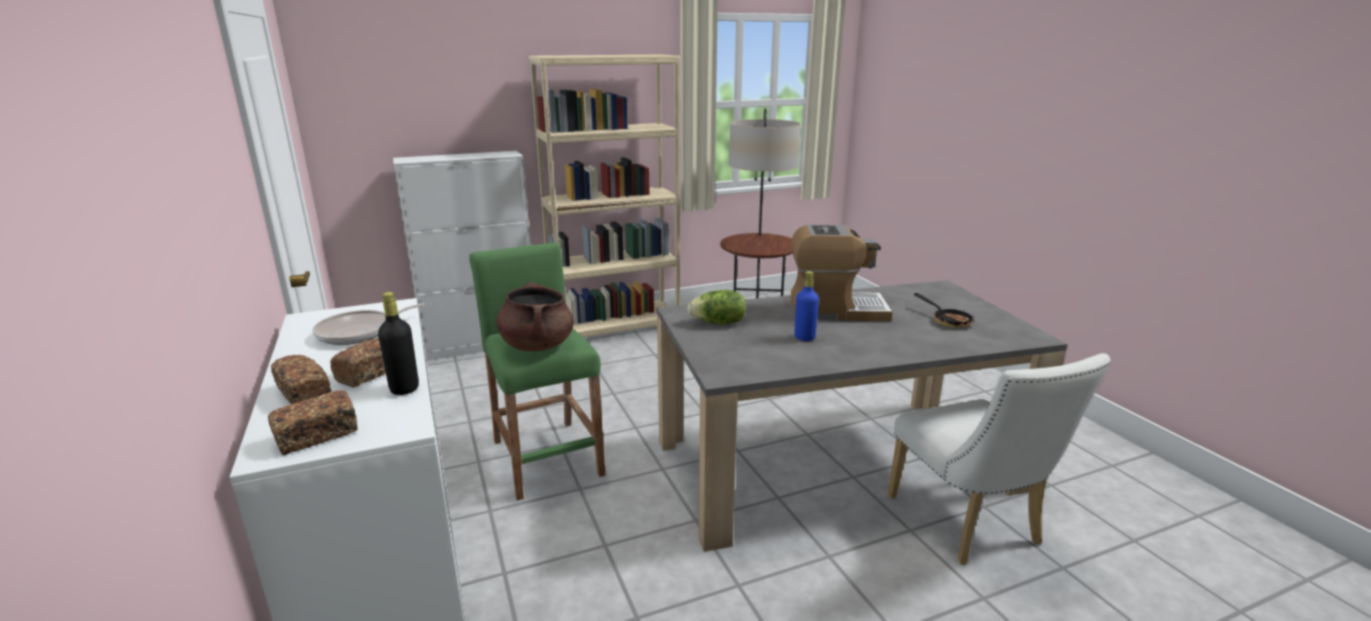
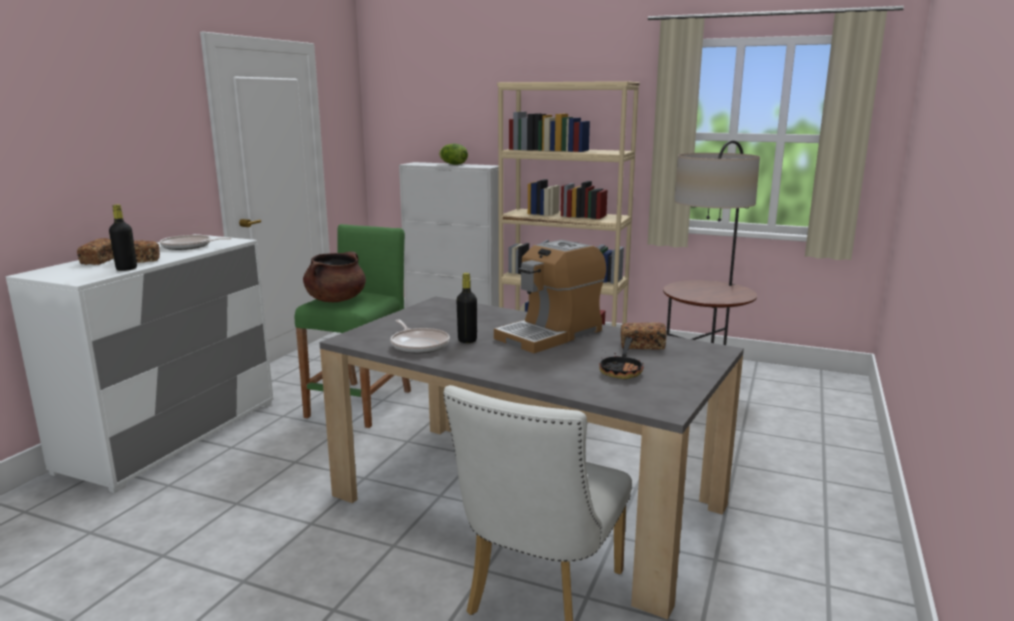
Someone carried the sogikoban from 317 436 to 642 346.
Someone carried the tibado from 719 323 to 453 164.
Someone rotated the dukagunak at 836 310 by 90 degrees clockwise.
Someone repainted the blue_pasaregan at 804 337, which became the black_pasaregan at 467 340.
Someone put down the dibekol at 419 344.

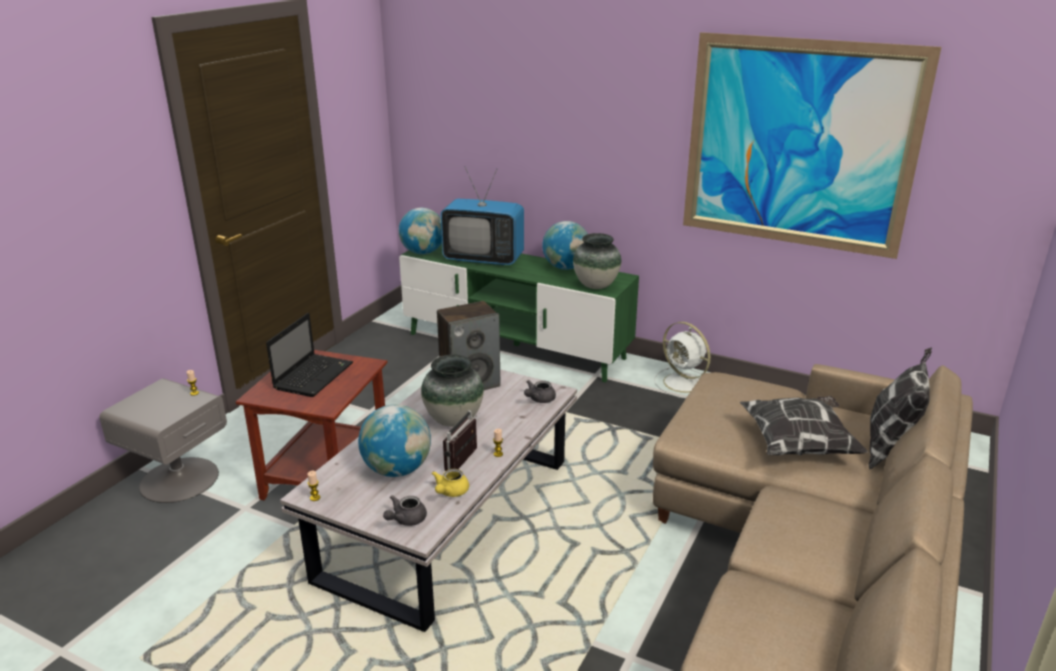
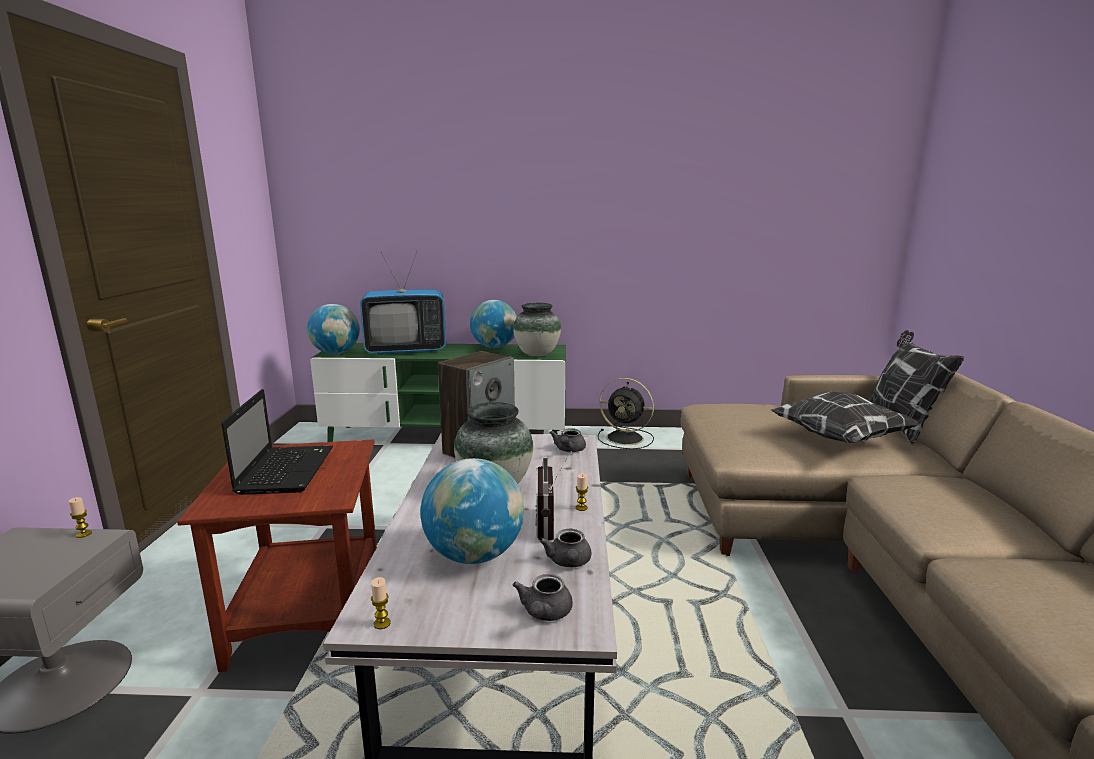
Someone repainted the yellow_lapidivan at 450 492, which became the grey_lapidivan at 569 562.
Someone repainted the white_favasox at 684 383, which became the black_favasox at 626 438.
Someone took away the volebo at 798 145.

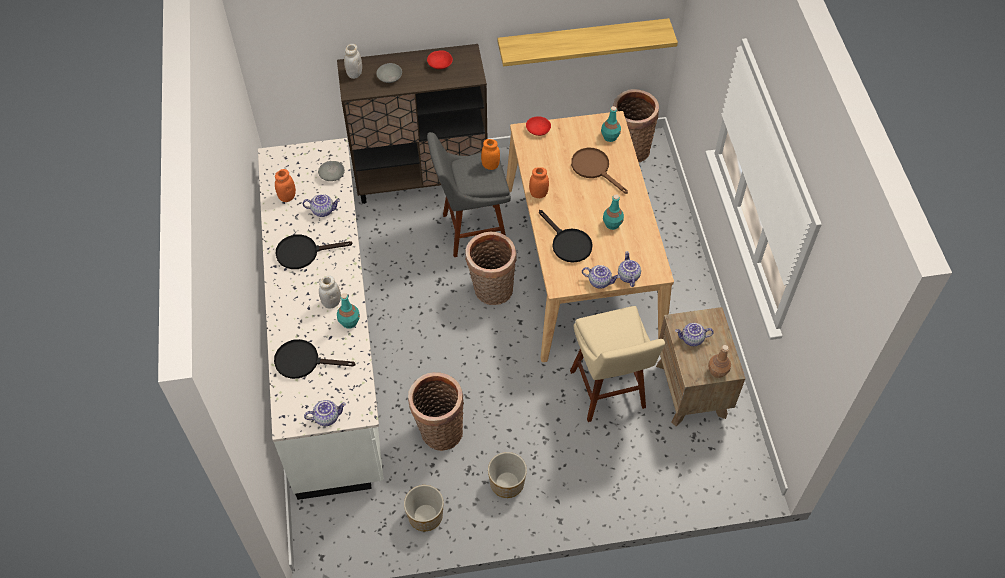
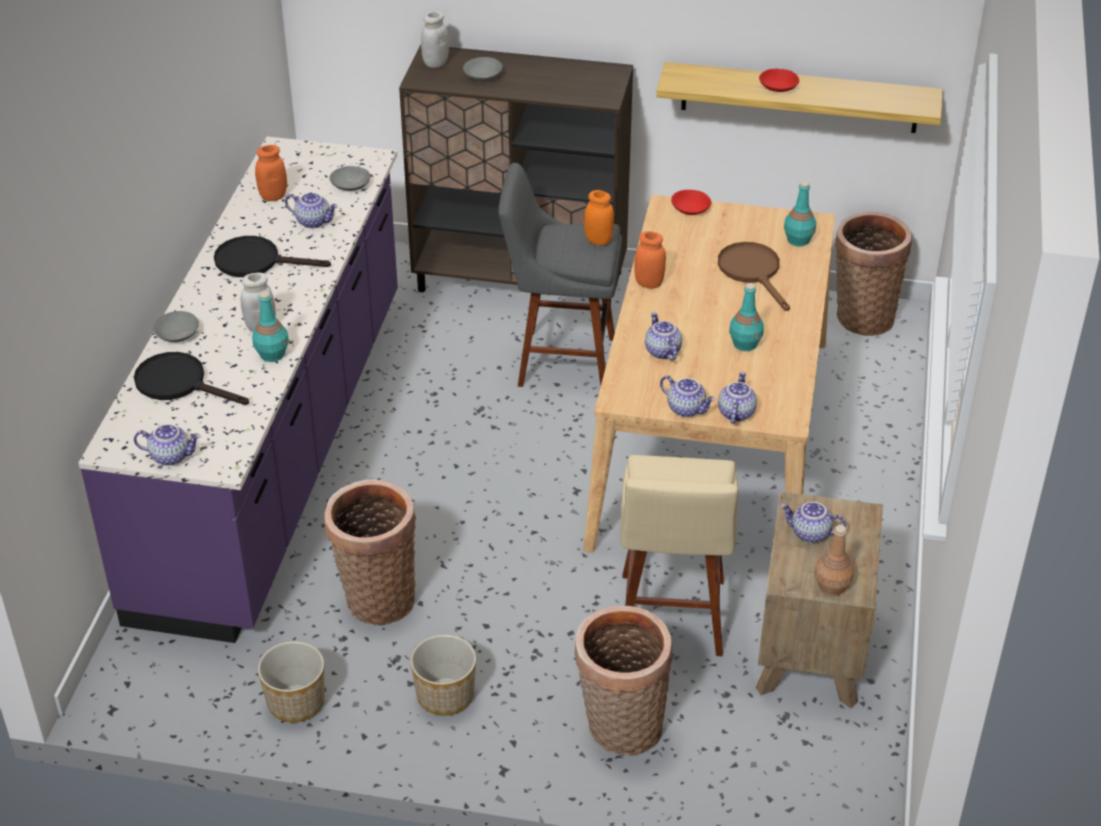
Someone repainted the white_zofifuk at 331 347, which became the purple_zofifuk at 276 450.
Someone carried the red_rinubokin from 440 63 to 778 87.
Someone carried the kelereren from 491 291 to 620 728.
Someone swapped the black_dibekol at 567 243 for the lapidivan at 661 351.
Someone put down the grey_rinubokin at 177 334.

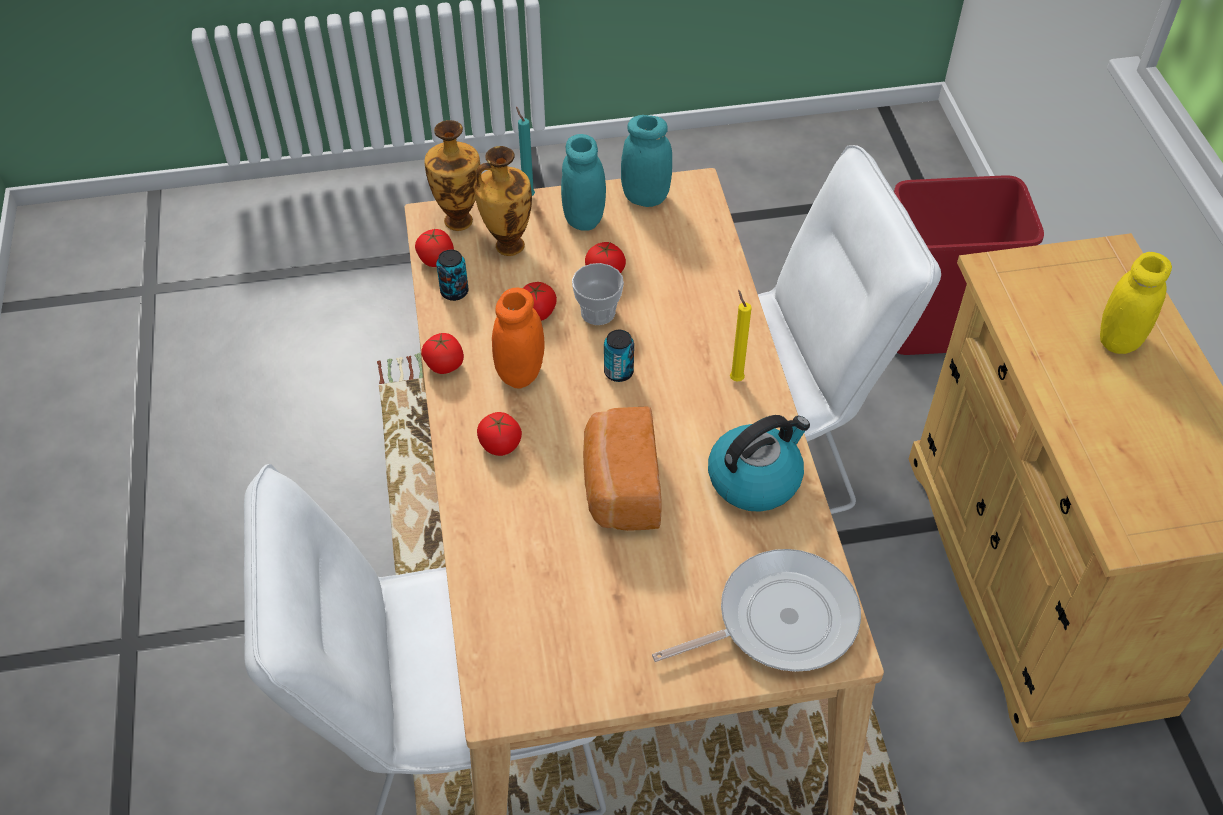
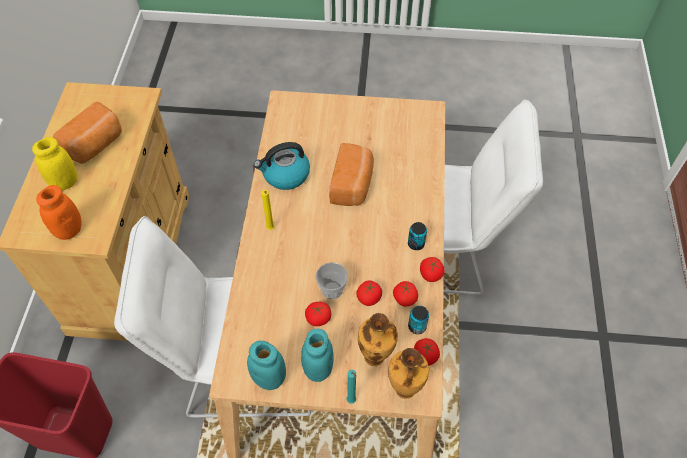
Someone carried the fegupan from 500 445 to 405 299.
Someone carried the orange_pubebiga from 520 373 to 69 230.
Someone carried the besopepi from 618 372 to 416 244.
Someone took away the dibekol at 778 620.
Someone put down the sogikoban at 95 145.

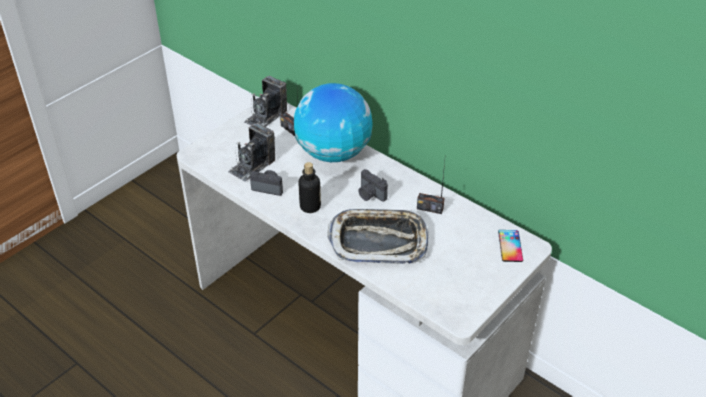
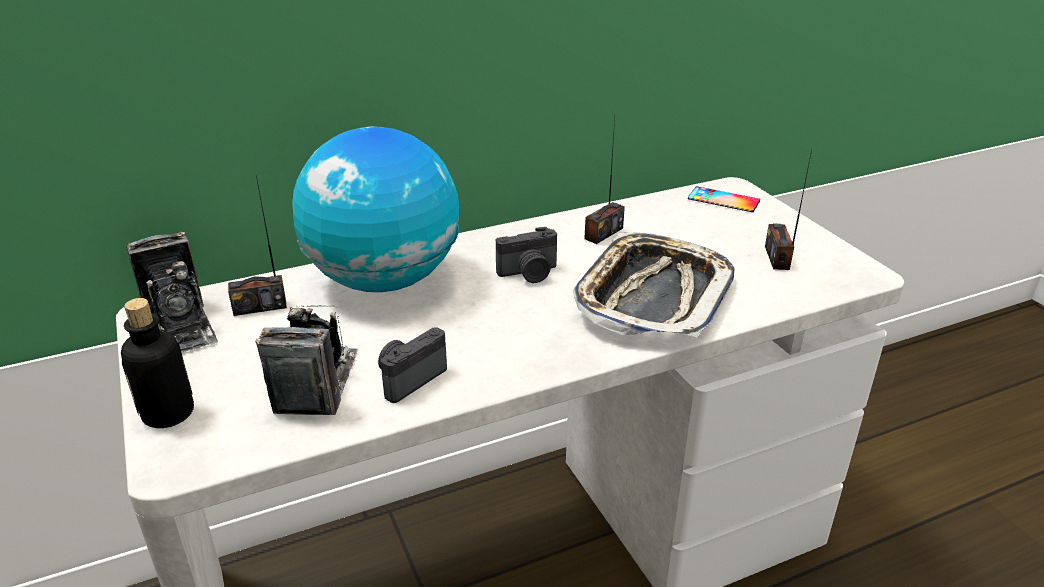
Someone rotated the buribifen at 252 166 by 150 degrees counterclockwise.
Someone carried the pasaregan from 310 206 to 168 413.
Someone put down the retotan at 777 257.

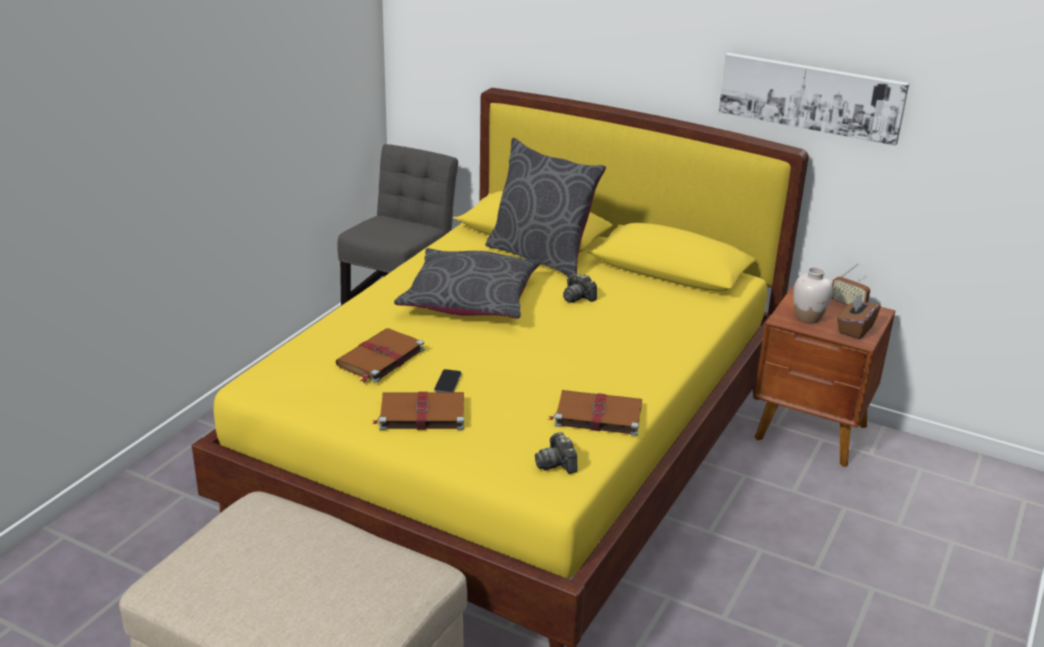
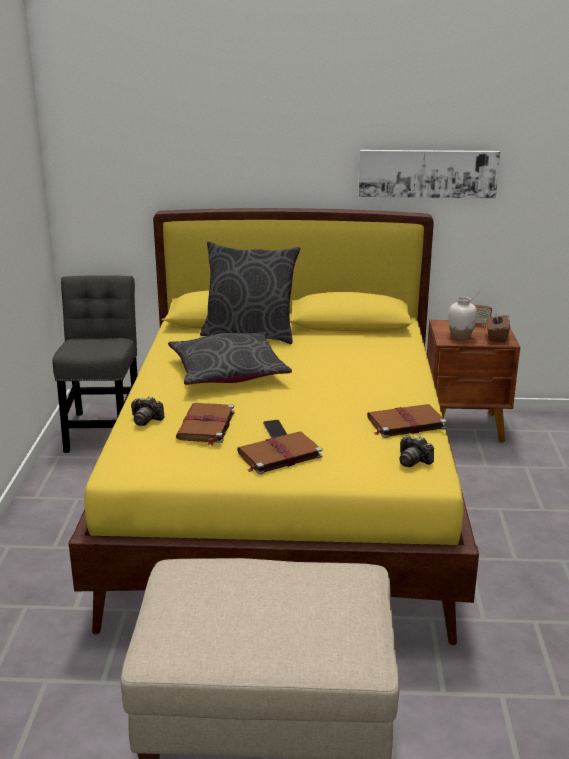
Someone carried the buribifen from 578 297 to 146 420.

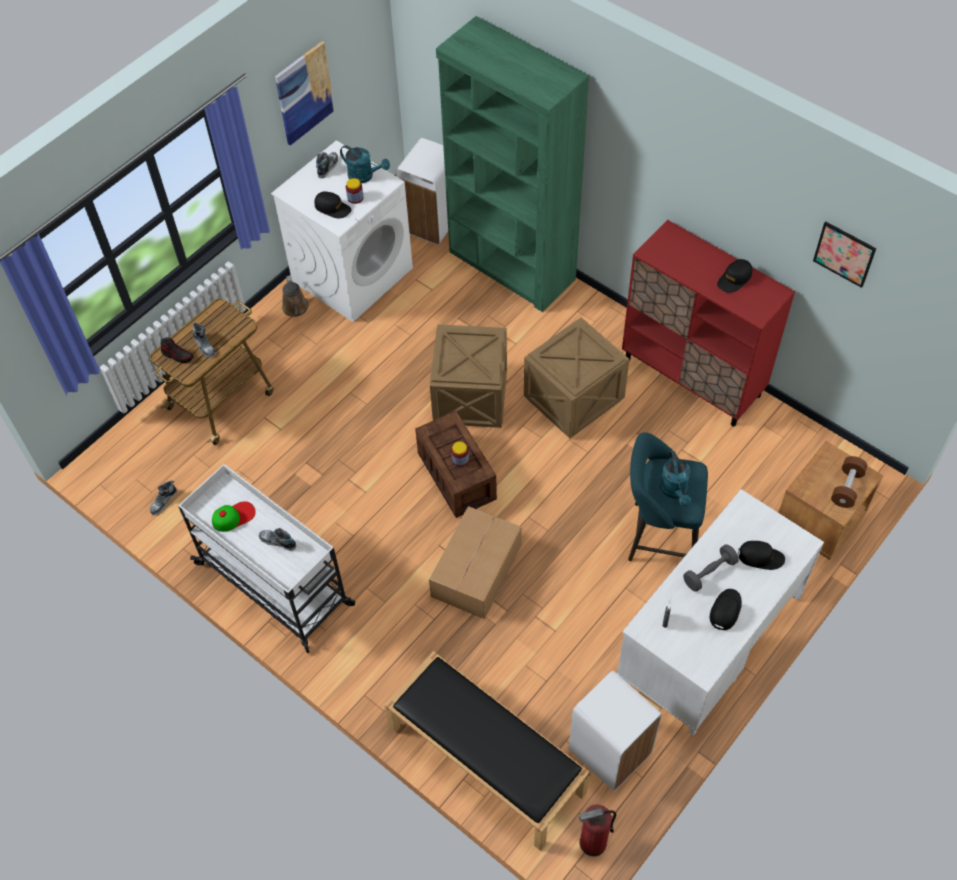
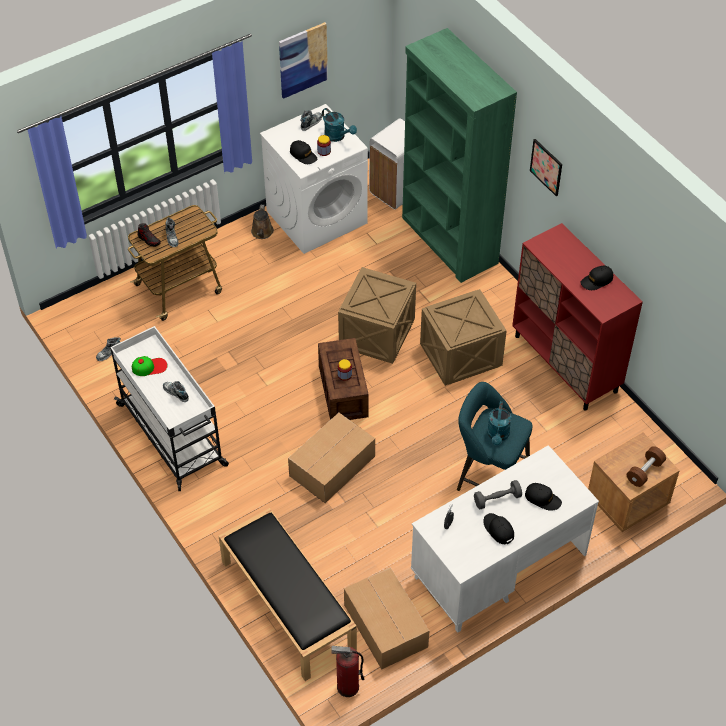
Someone swapped the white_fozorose at 609 753 for the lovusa at 385 627.
Someone rotated the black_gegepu at 725 610 by 75 degrees counterclockwise.
Someone carried the volebo from 844 254 to 546 167.

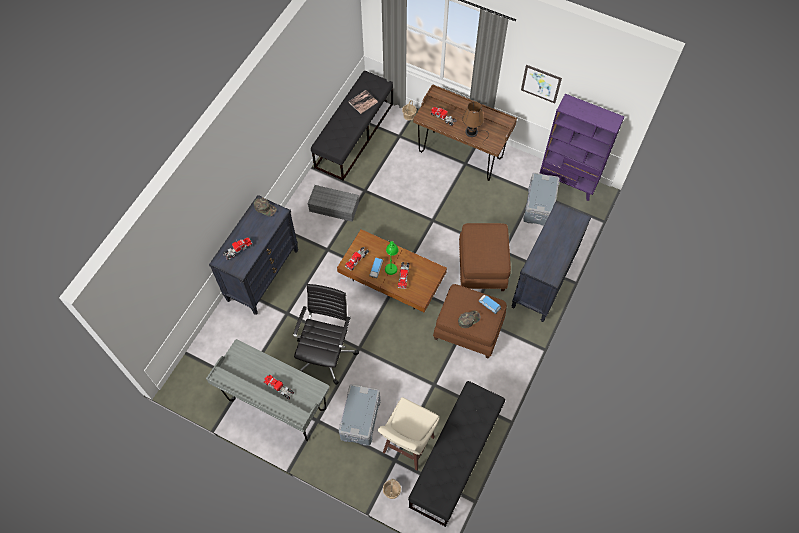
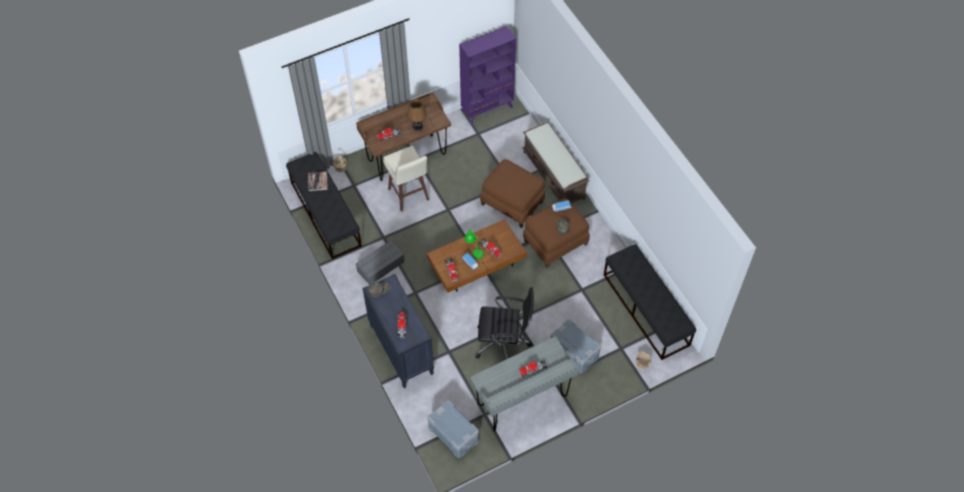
Someone rotated the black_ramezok at 326 353 by 135 degrees clockwise.
Someone carried the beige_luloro from 407 446 to 408 195.
Someone swapped the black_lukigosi at 543 282 for the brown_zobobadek at 554 175.
Someone took away the volebo at 541 83.
Someone carried the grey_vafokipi from 538 206 to 453 434.

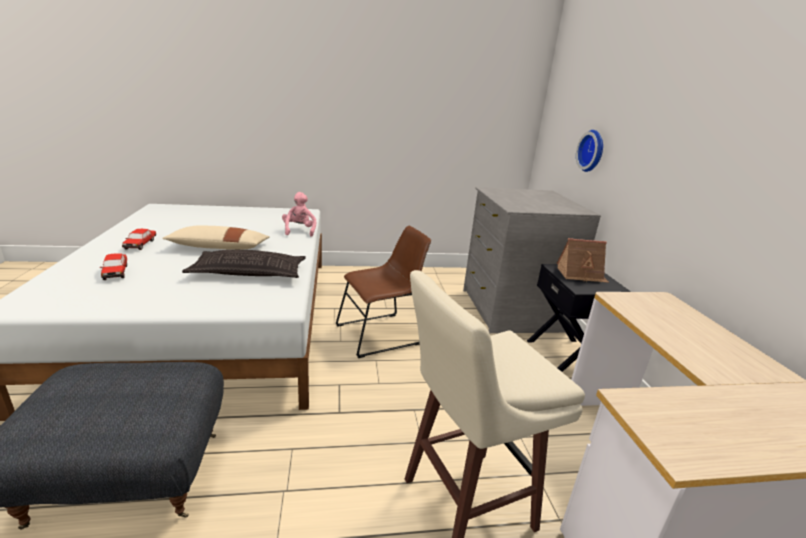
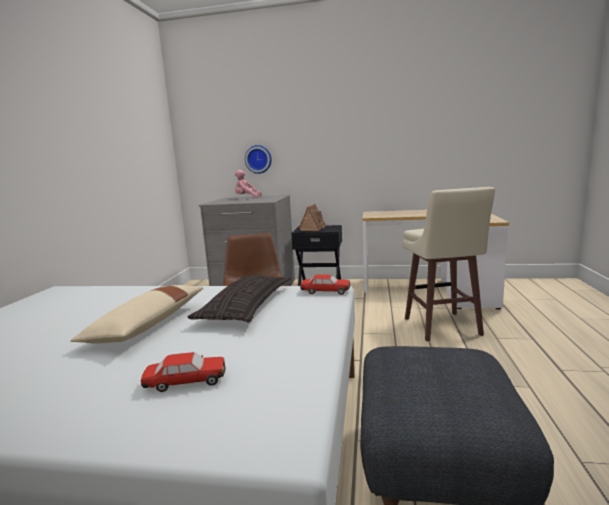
Someone carried the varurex from 140 244 to 325 291.
Someone carried the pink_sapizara from 299 231 to 246 198.

